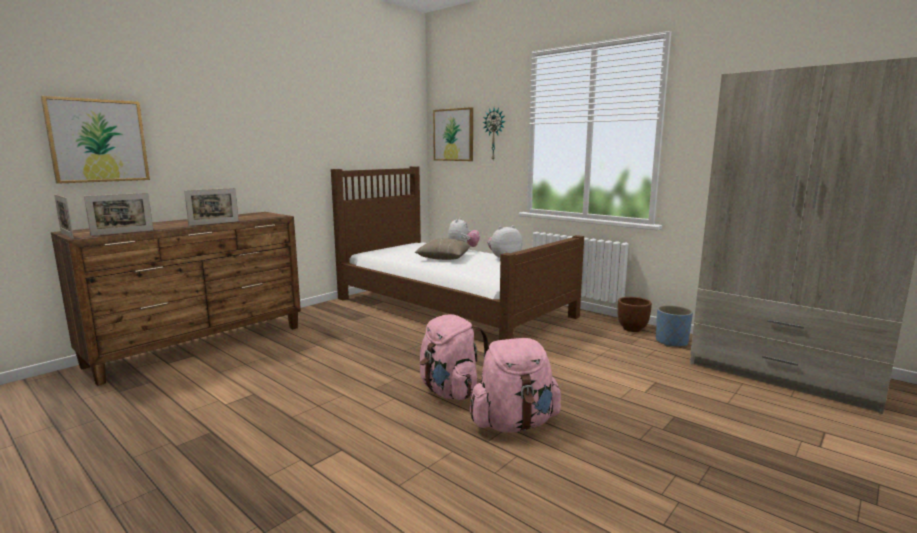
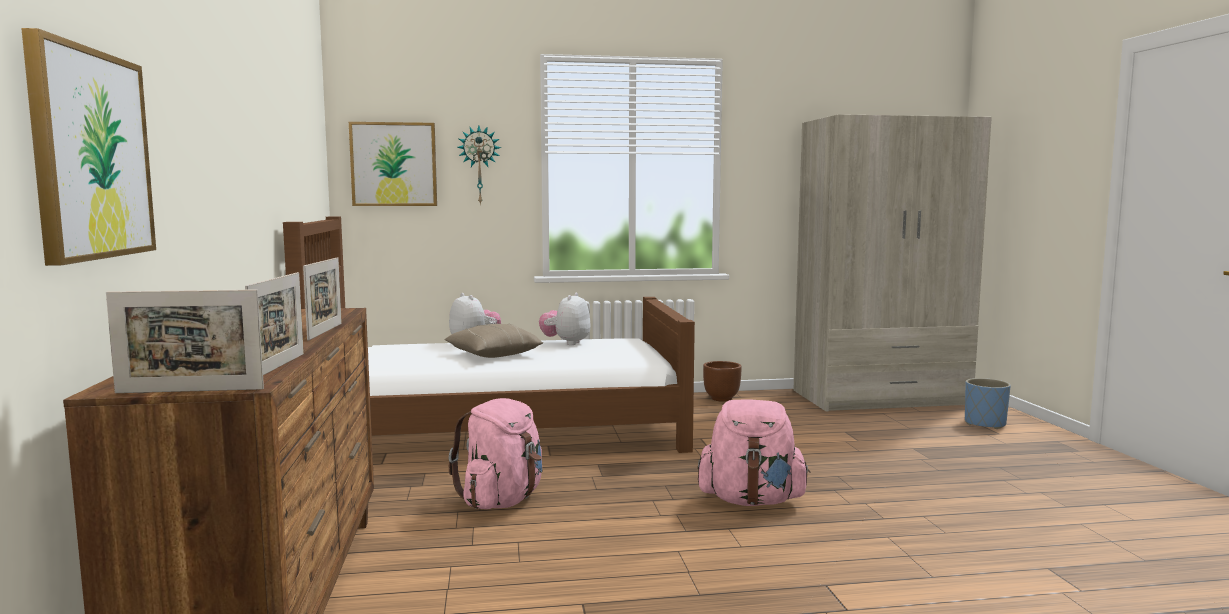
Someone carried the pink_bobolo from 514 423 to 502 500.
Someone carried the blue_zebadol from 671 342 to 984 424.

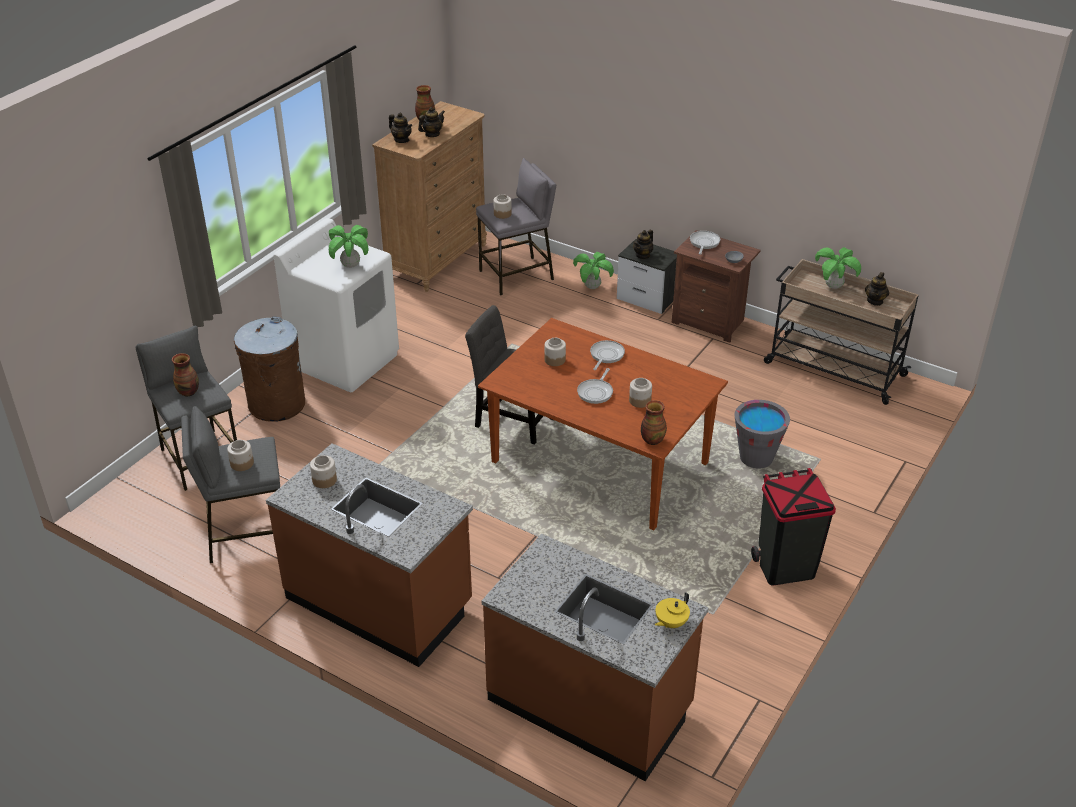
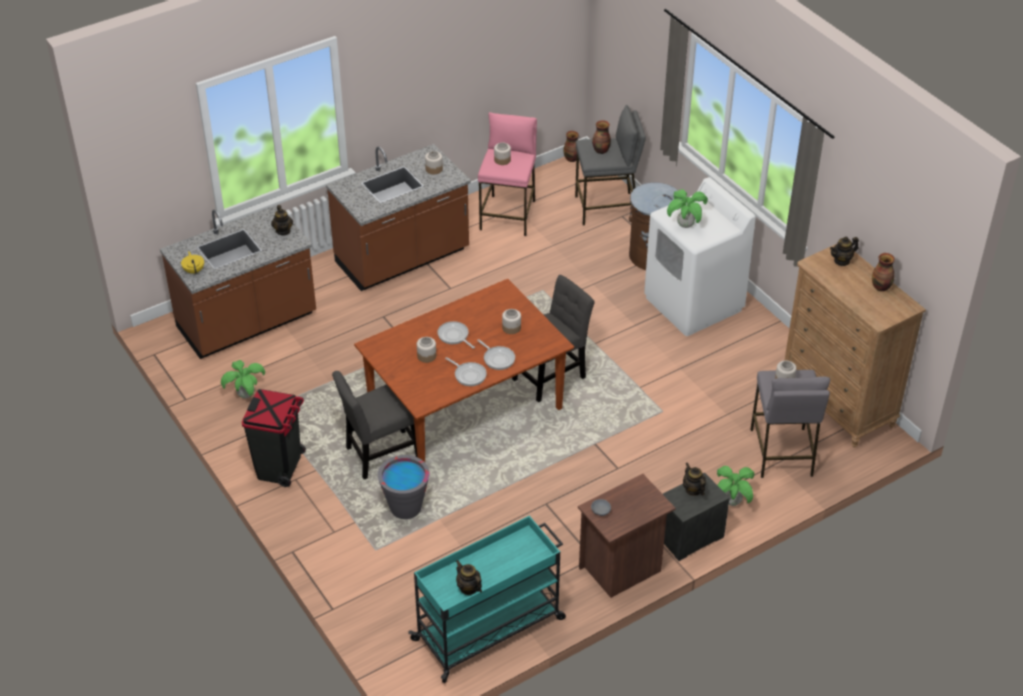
Someone repainted the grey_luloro at 247 535, which became the pink_luloro at 508 215.
Someone carried the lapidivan from 432 134 to 283 231.
Someone carried the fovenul from 652 440 to 572 159.
Someone carried the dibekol from 704 243 to 468 375.
Someone repainted the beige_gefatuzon at 833 369, which became the turquoise_gefatuzon at 490 628.
Someone carried the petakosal from 833 286 to 246 395.
Someone put down the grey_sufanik at 379 455.

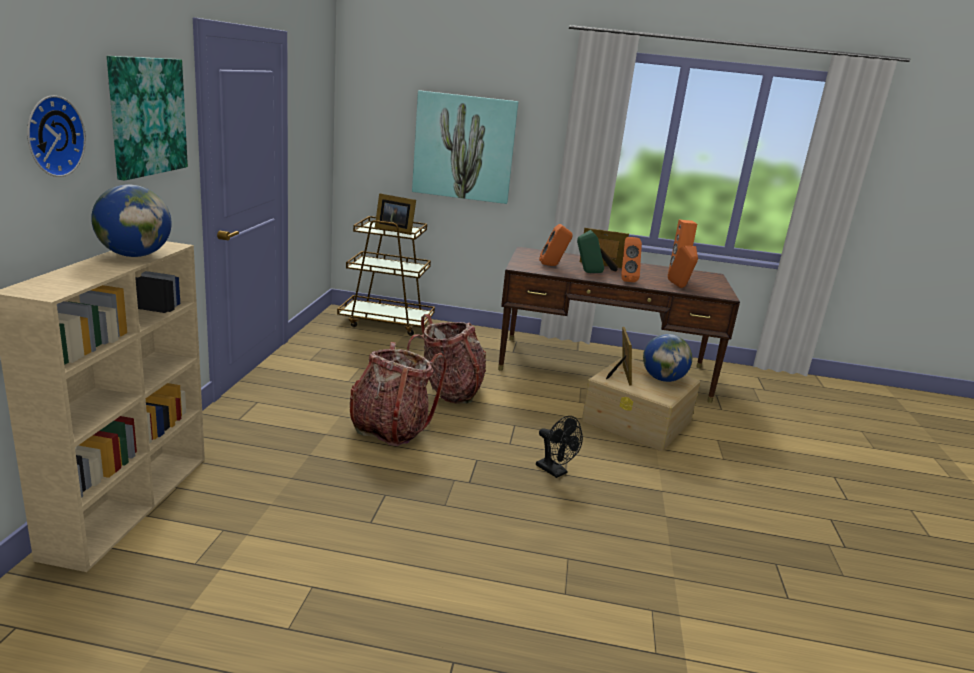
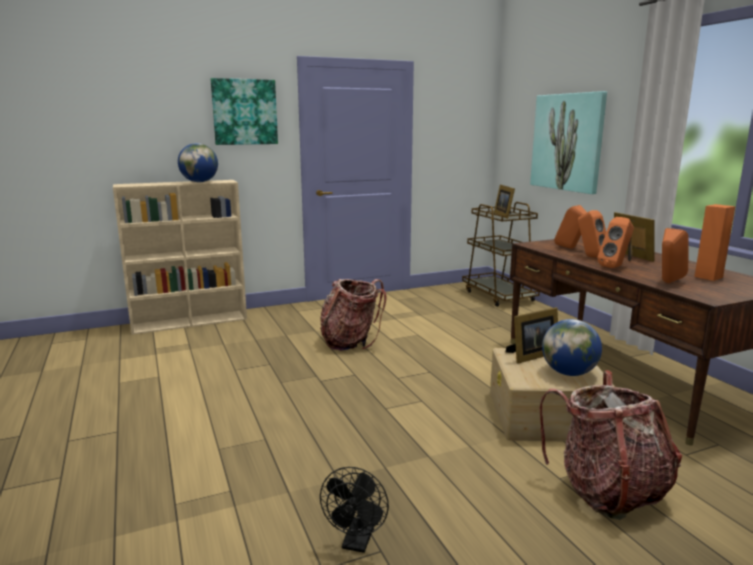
Someone took away the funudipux at 51 136.
Someone carried the bobolo from 448 392 to 607 490.
Someone carried the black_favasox from 555 471 to 357 542.
Someone repainted the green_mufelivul at 587 272, which became the orange_mufelivul at 590 256.

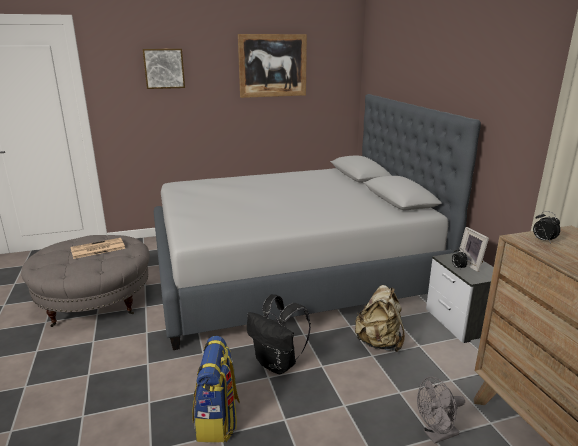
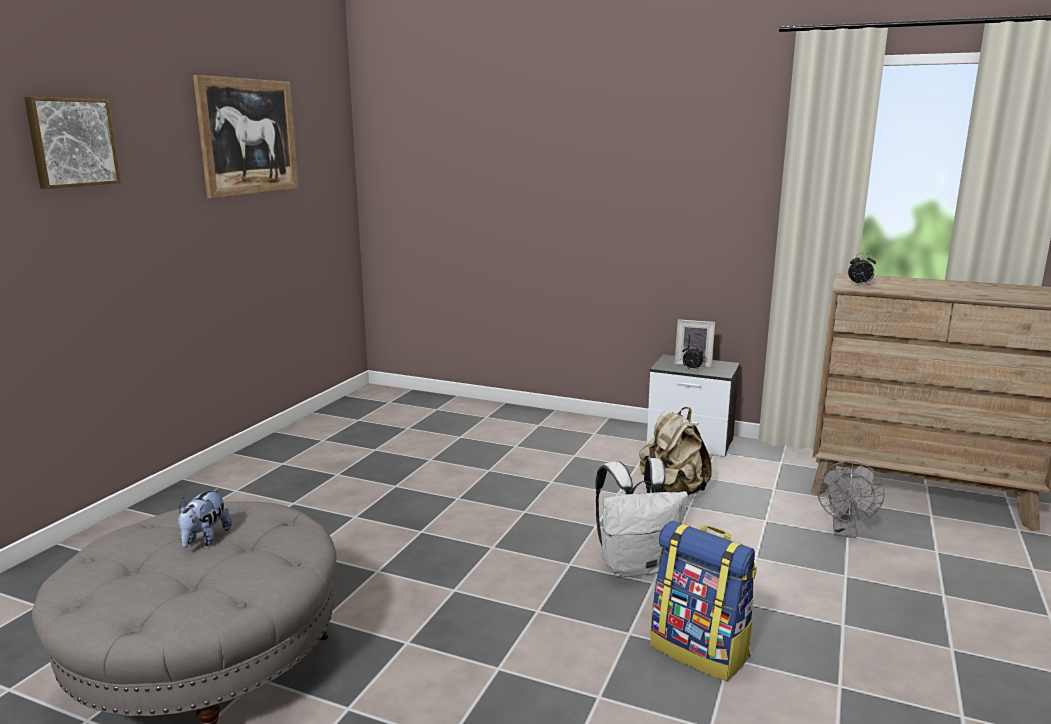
Someone swapped the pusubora at 97 249 for the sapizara at 205 539.
Someone took away the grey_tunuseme at 292 273.
Someone repainted the black_bobolo at 278 364, which became the white_bobolo at 634 566.

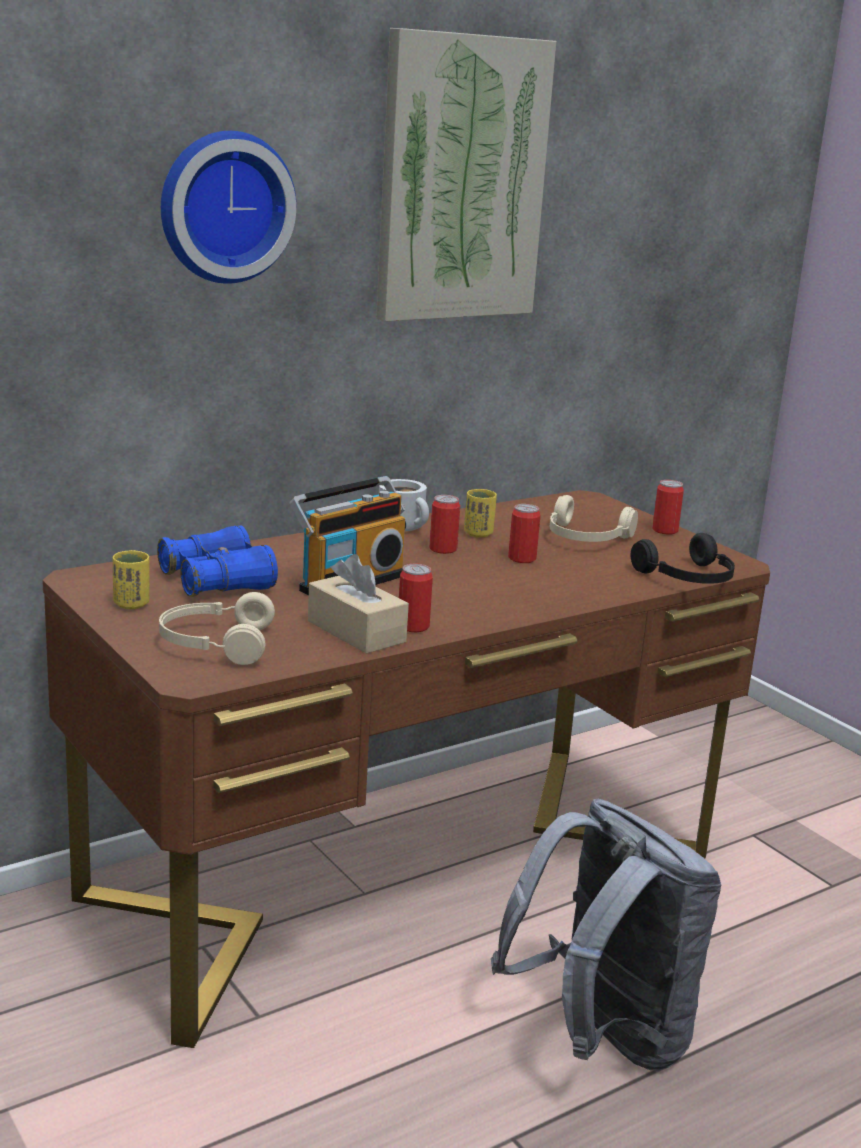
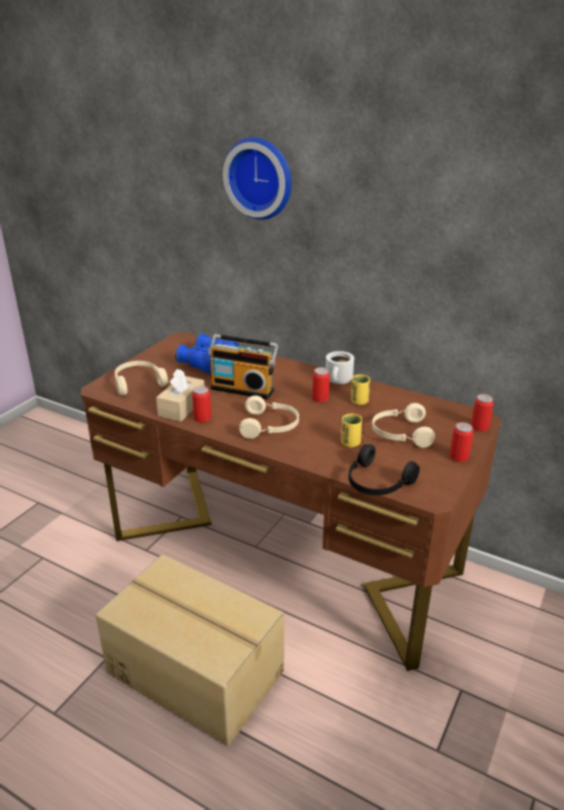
Someone carried the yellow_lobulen from 131 604 to 350 443.
Someone took away the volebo at 461 179.
Someone swapped the grey_bobolo at 601 1038 for the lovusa at 196 670.
Someone carried the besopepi from 522 558 to 479 427.
Someone put down the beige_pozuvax at 270 426.

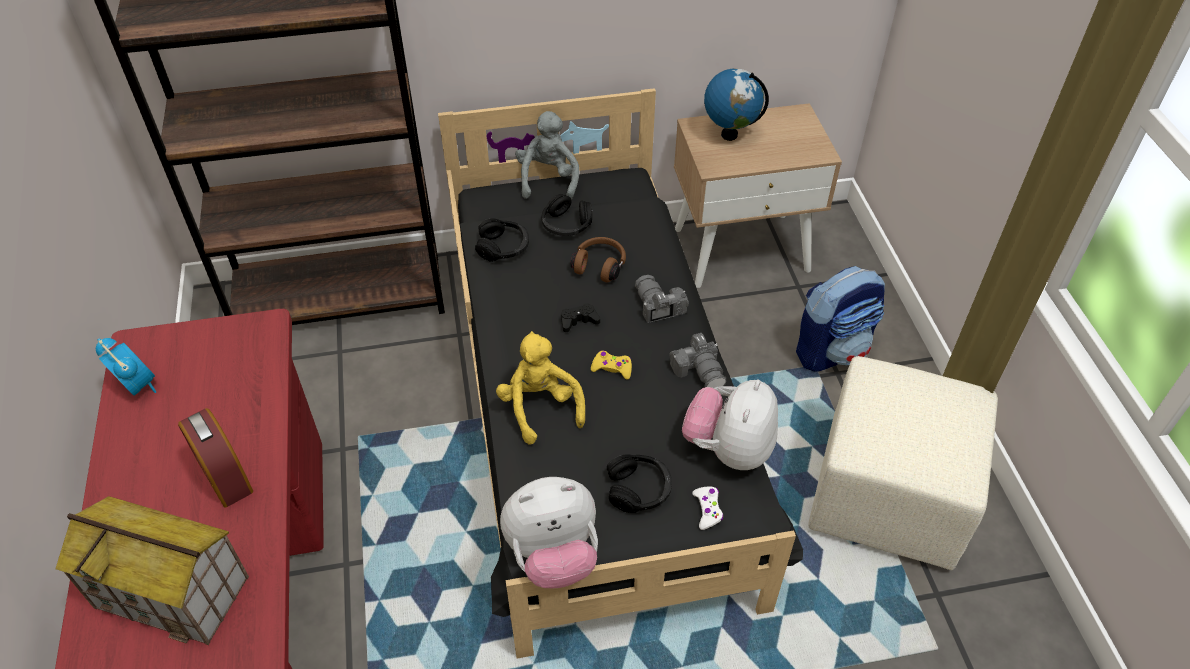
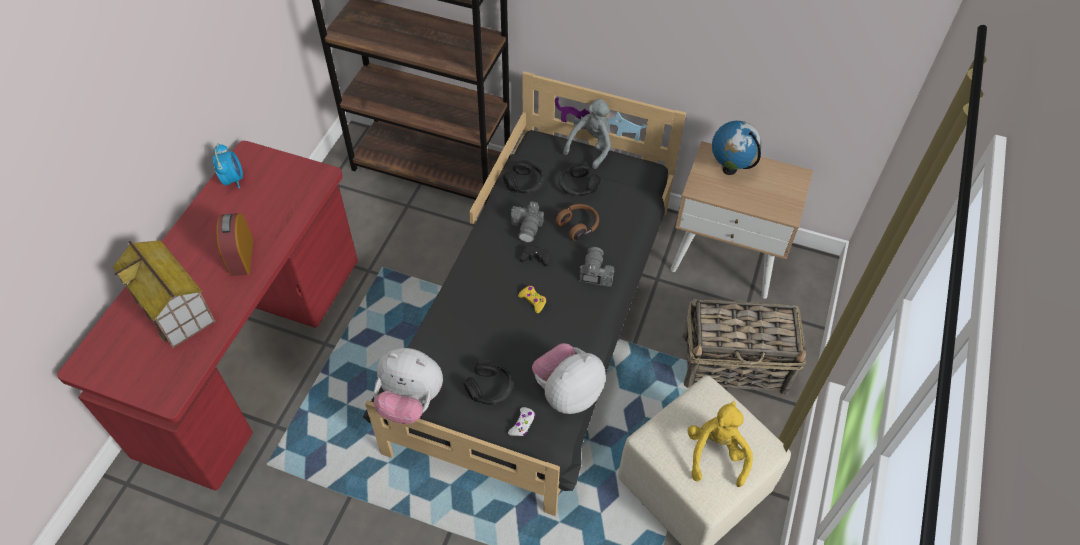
Someone carried the yellow_sapizara from 540 407 to 716 453.
Someone carried the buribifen from 700 371 to 527 227.
Someone swapped the bobolo at 832 350 for the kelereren at 735 364.

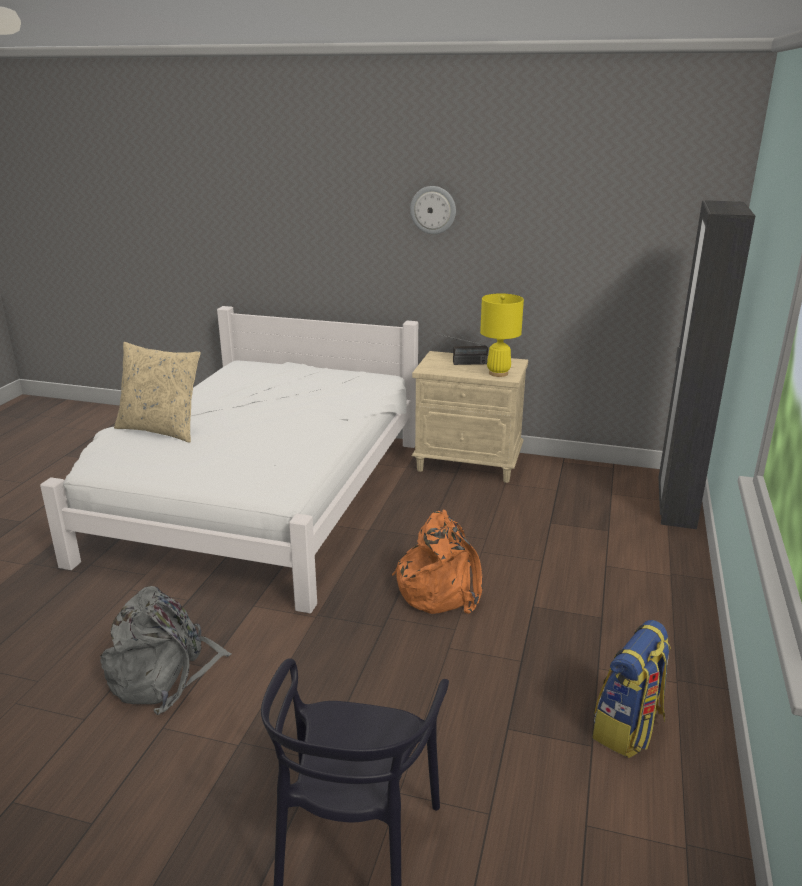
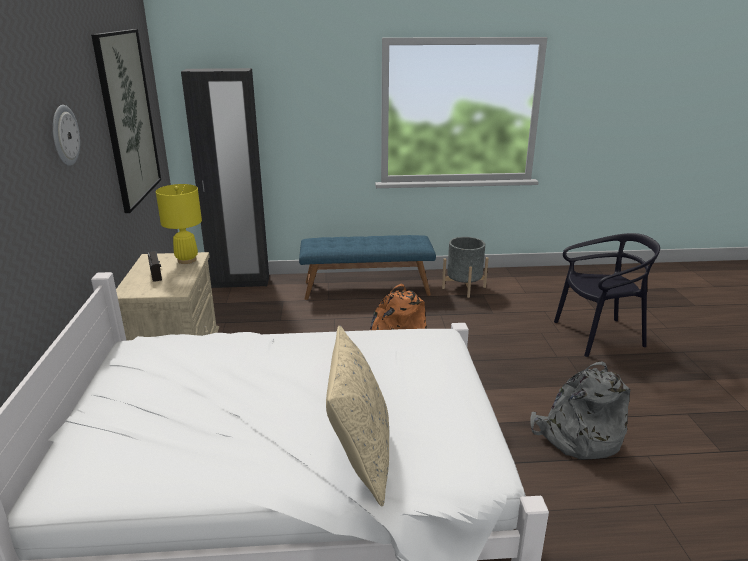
Someone swapped the bobolo at 628 729 for the grey_zebadol at 463 287.
Someone put up the volebo at 128 118.
Someone put down the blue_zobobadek at 366 288.

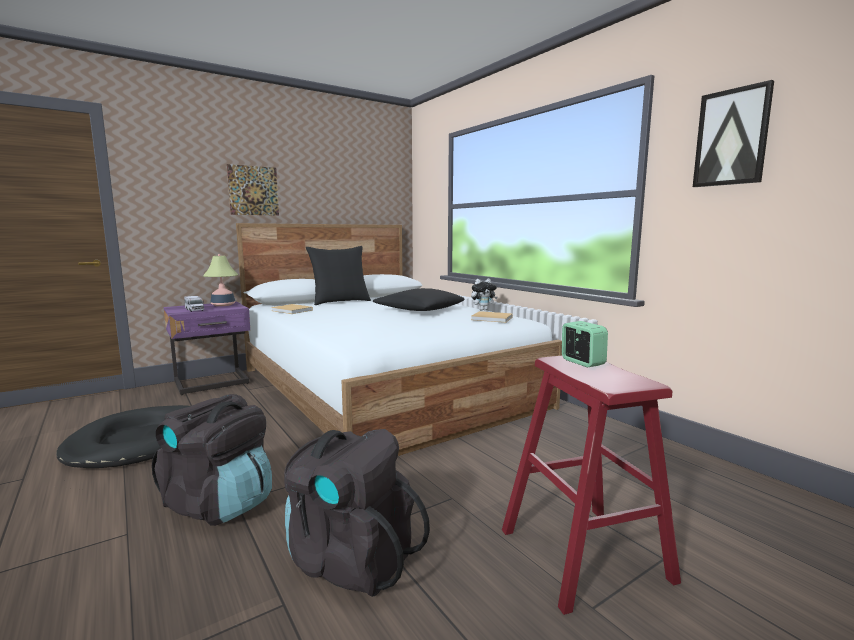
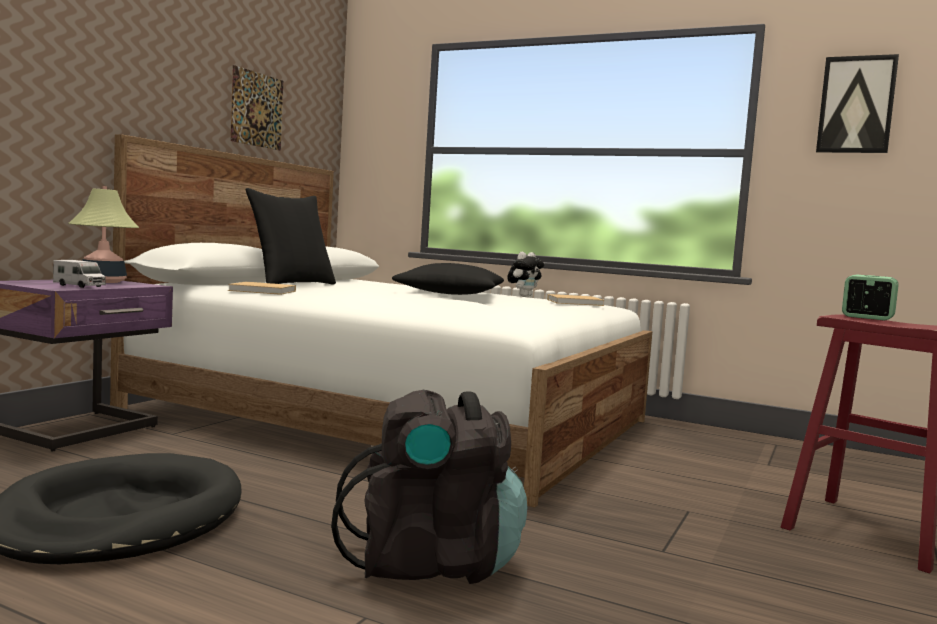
Someone carried the volebo from 253 190 to 257 109.
Someone took away the black_bobolo at 350 559.

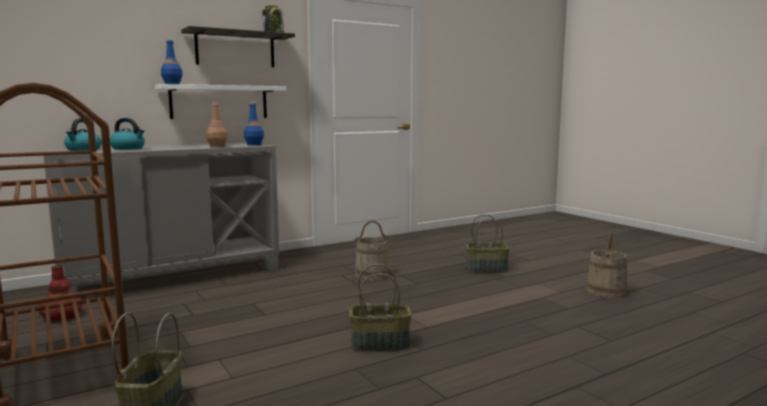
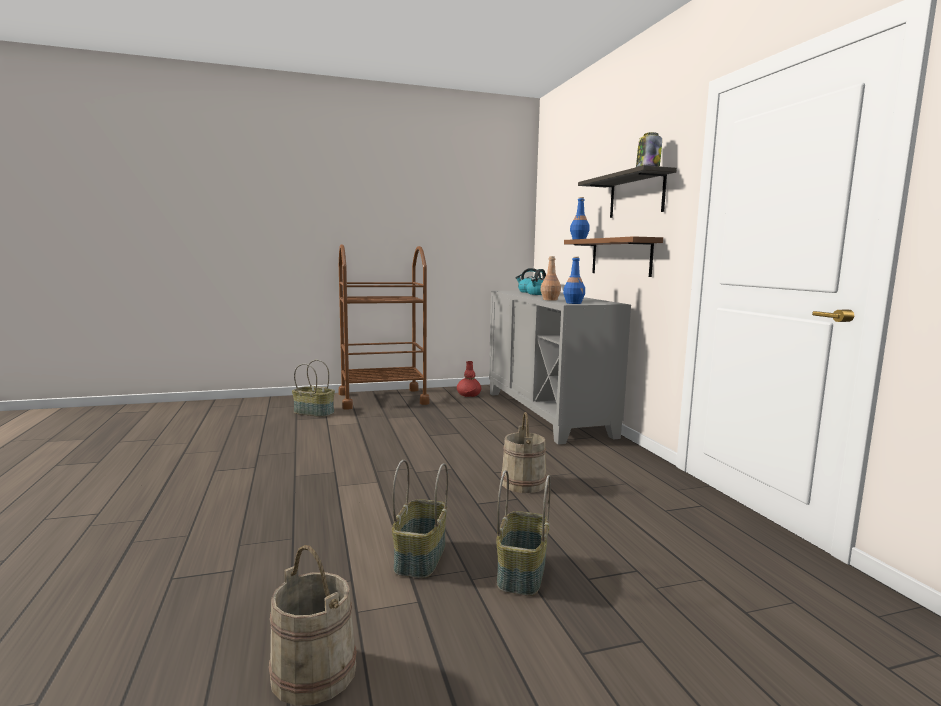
Someone repainted the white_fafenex at 219 102, which became the brown_fafenex at 620 257.
Someone carried the kelereren from 380 344 to 421 557.

